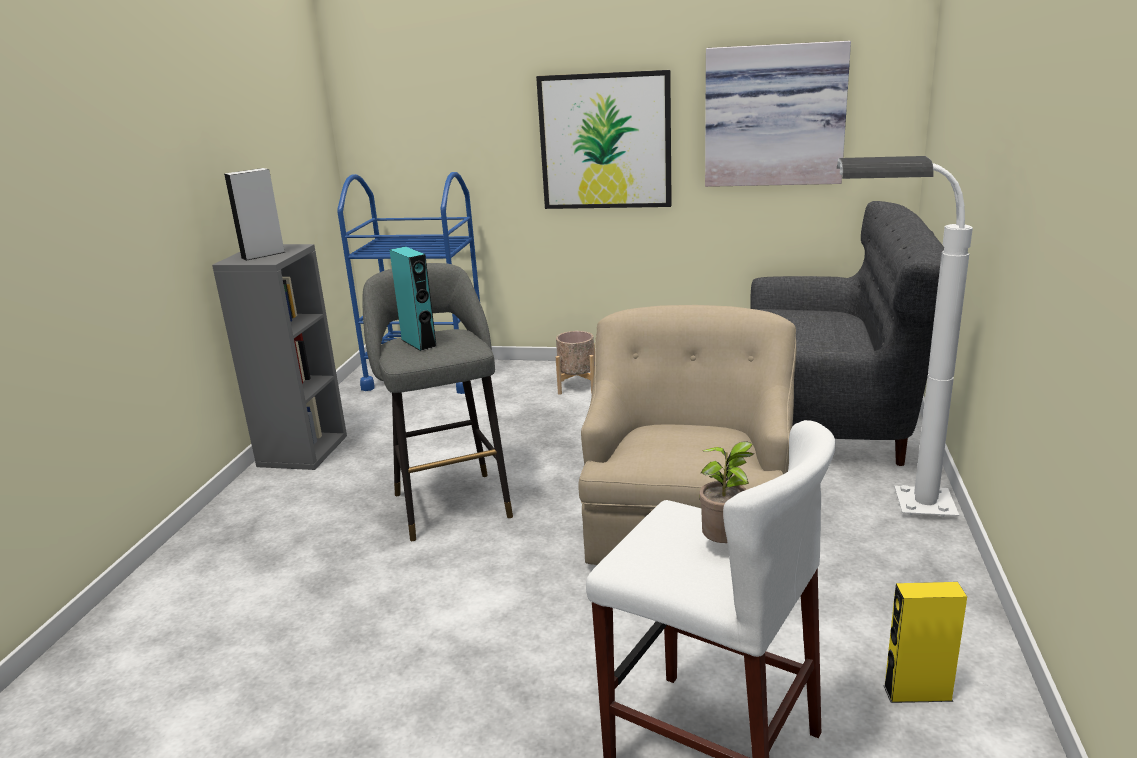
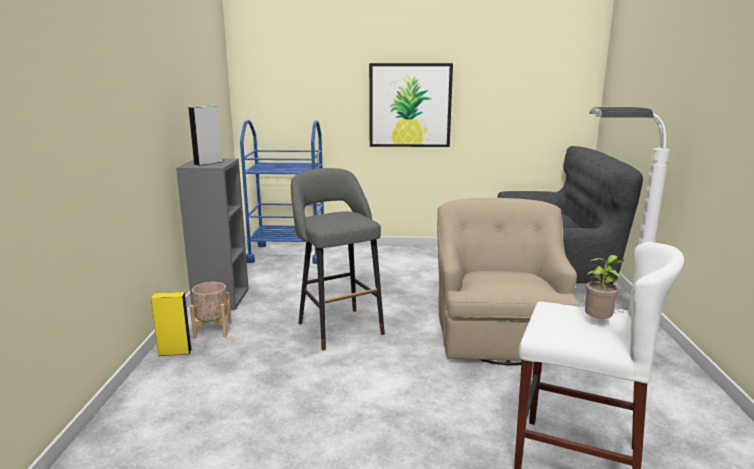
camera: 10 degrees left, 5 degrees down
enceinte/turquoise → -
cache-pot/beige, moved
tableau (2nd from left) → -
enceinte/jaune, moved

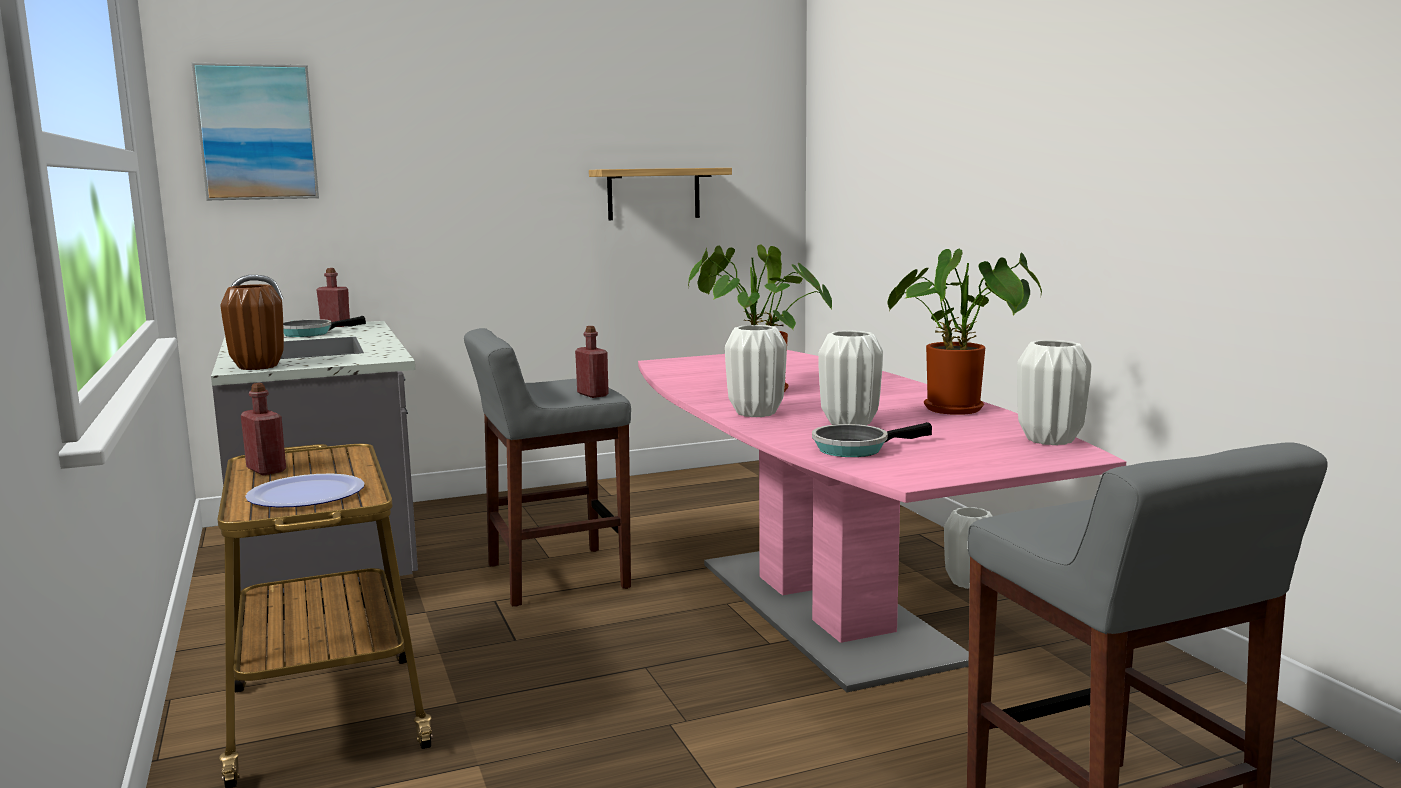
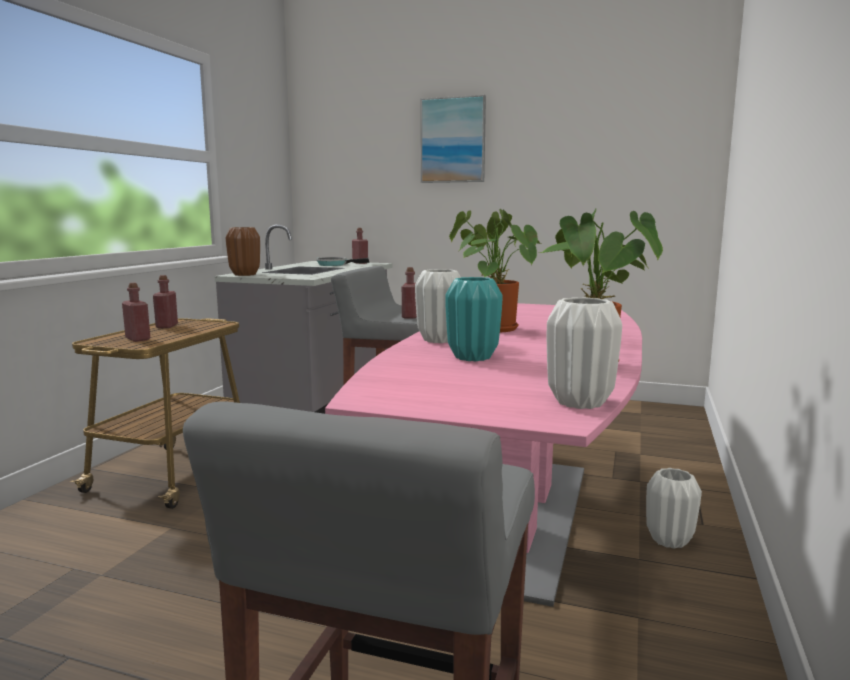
camera: 40 degrees right, 0 degrees up
tableau, moved
assiette → bouteille/rouge (1st from left)
étagère → -
poêle (2nd from left) → -
vase/blanc (2nd from left) → vase/turquoise

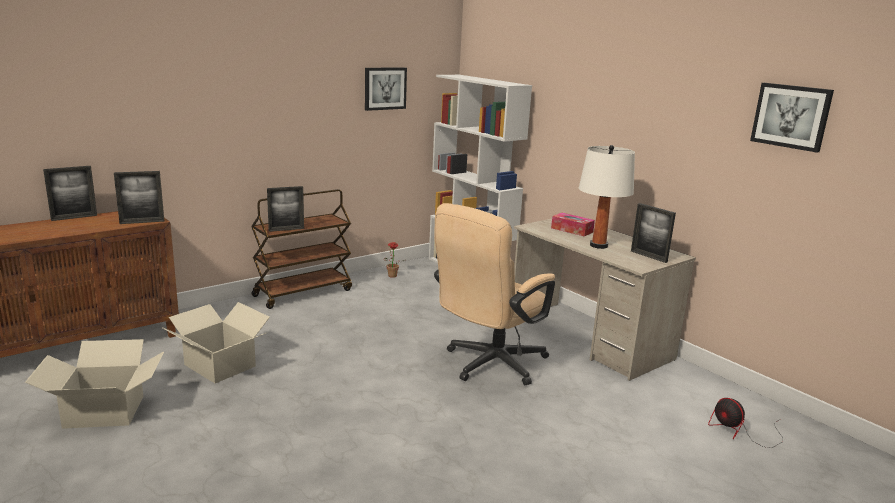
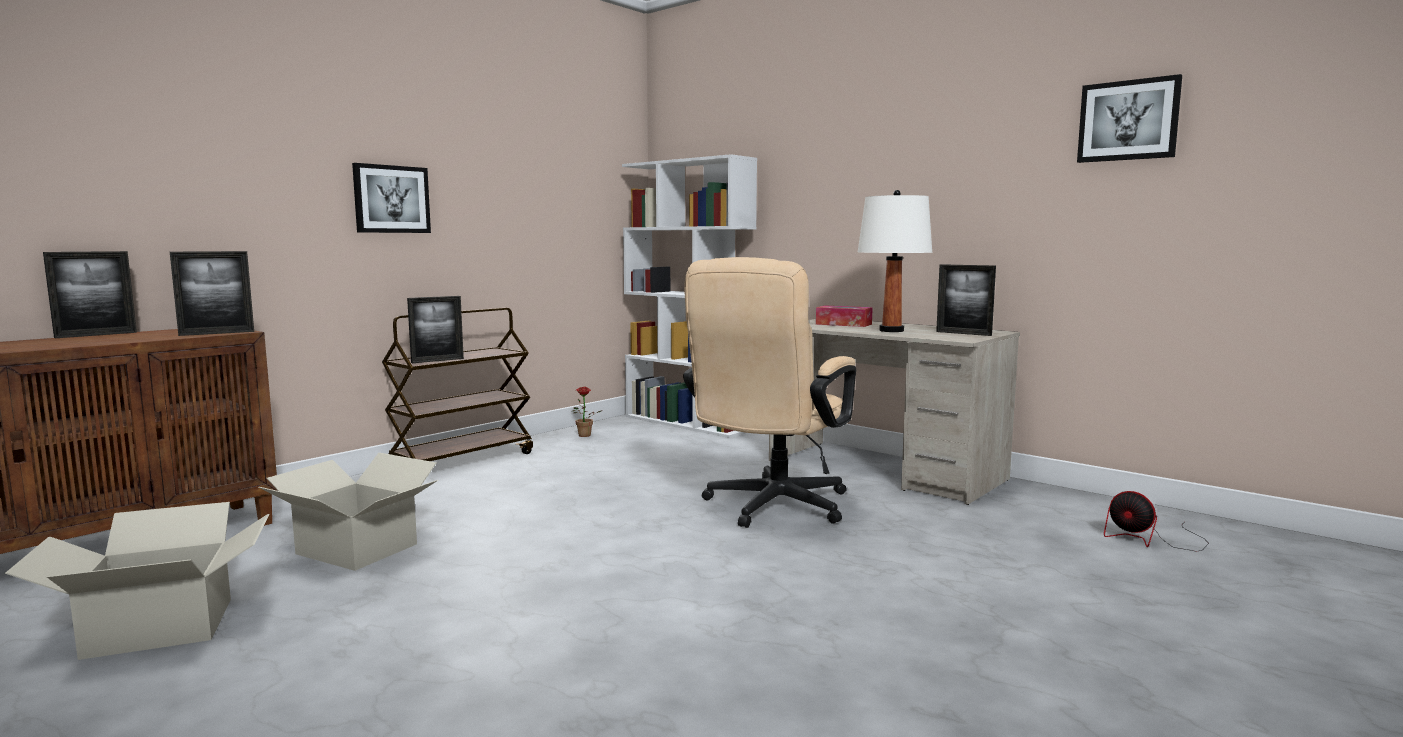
camera: 10 degrees left, 10 degrees down
tableau (1st from left), moved

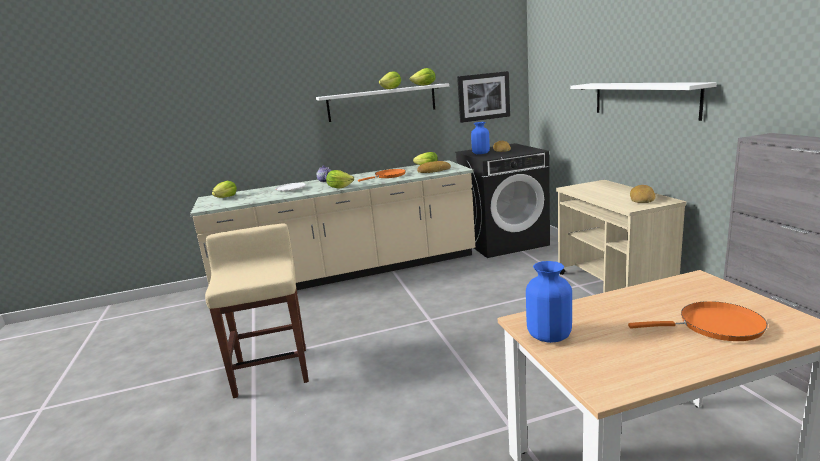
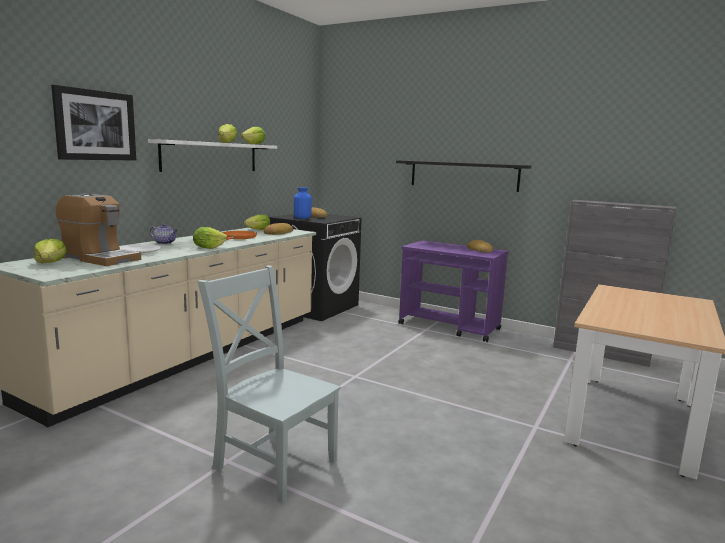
camera: 45 degrees left, 5 degrees down
tabouret/beige → chaise/gris
tableau, moved
vase/bleu (2nd from left) → -
chariot/beige → chariot/violet
étagère/blanc (2nd from left) → étagère/noir
poêle/orange (2nd from left) → -
- → machine à café

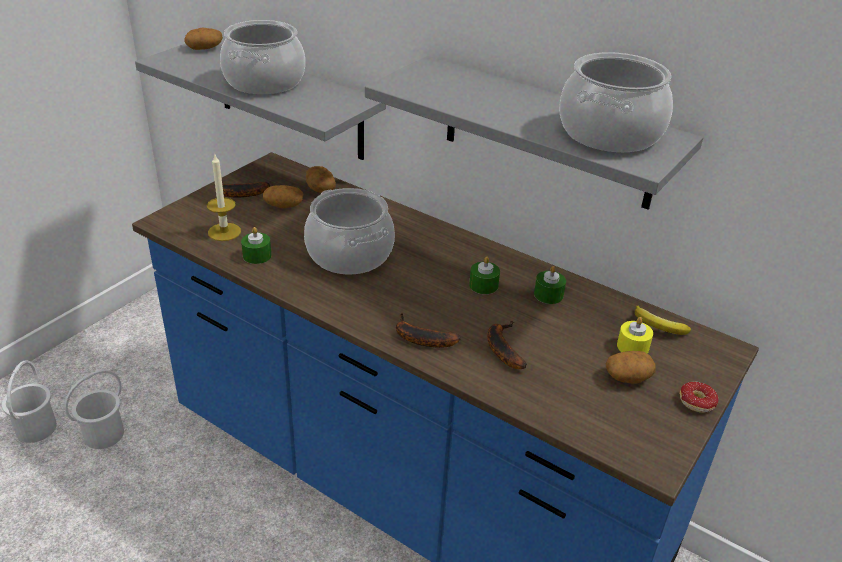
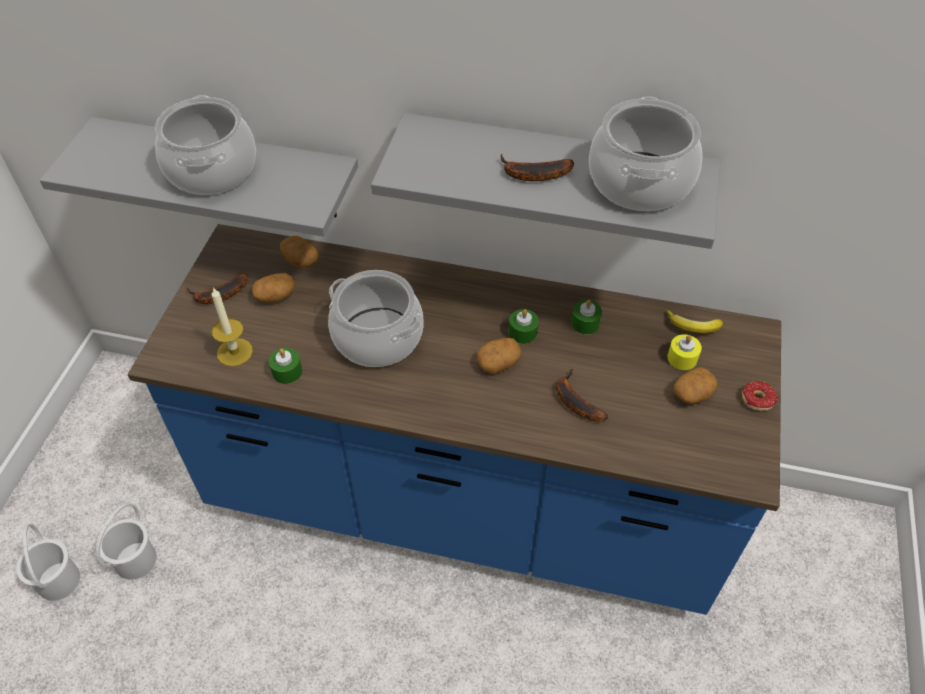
camera: 20 degrees left, 15 degrees up
pomme de terre (1st from left in the first image) → pomme de terre (3rd from left), moved
banane (2nd from left), moved

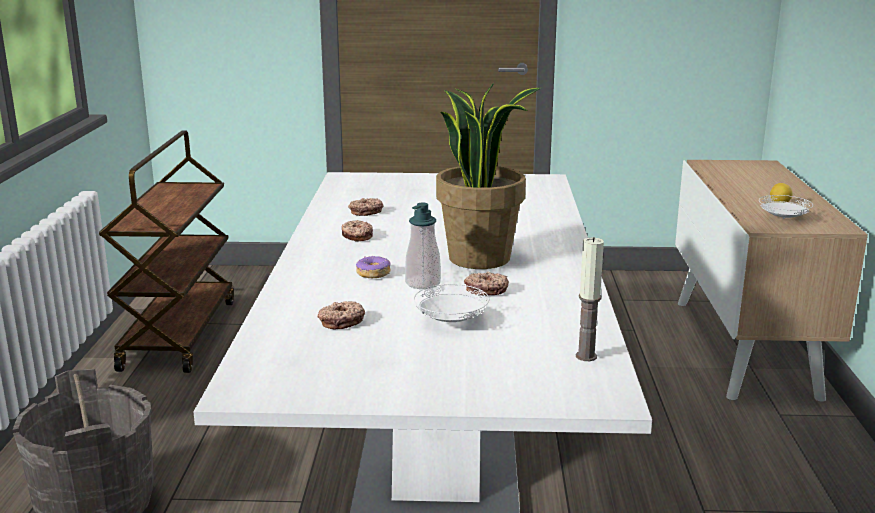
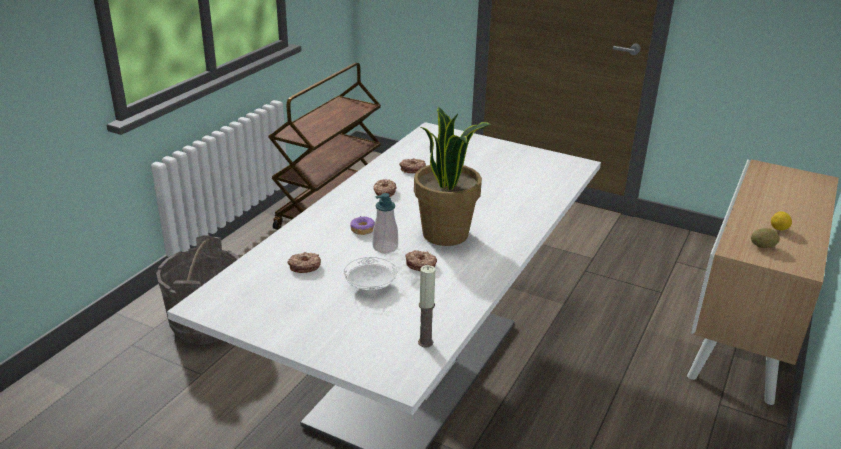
camera: 25 degrees right, 10 degrees up
assiette/blanc (2nd from left) → pomme de terre

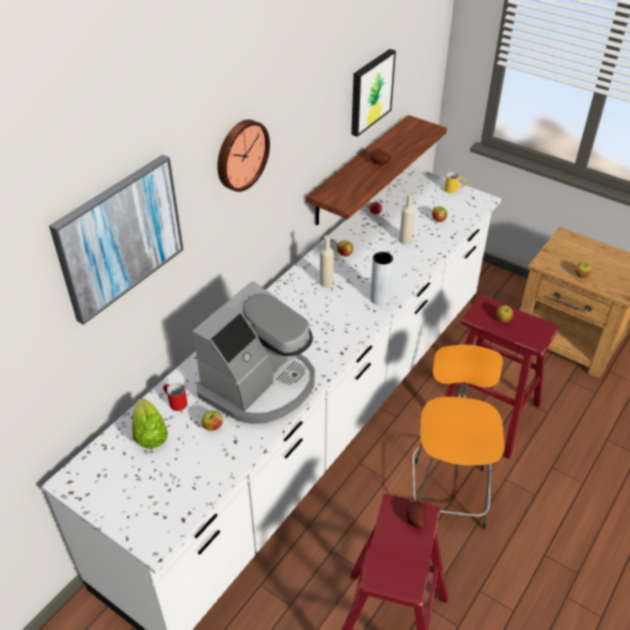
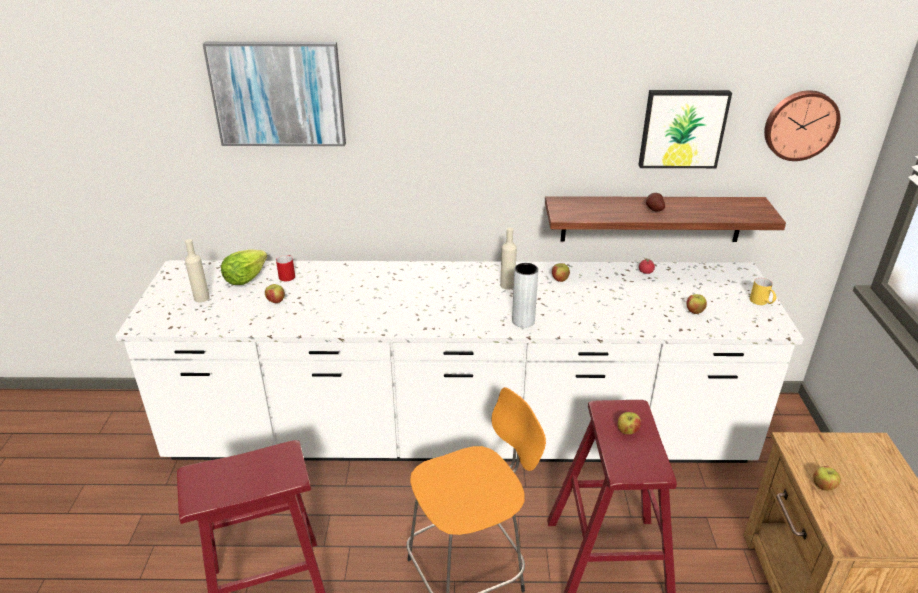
camera: 55 degrees right, 10 degrees down
machine à café → -
horloge murale, moved
bouteille/beige (2nd from left in the first image) → bouteille/beige (1st from left), moved
pomme de terre (2nd from left) → -

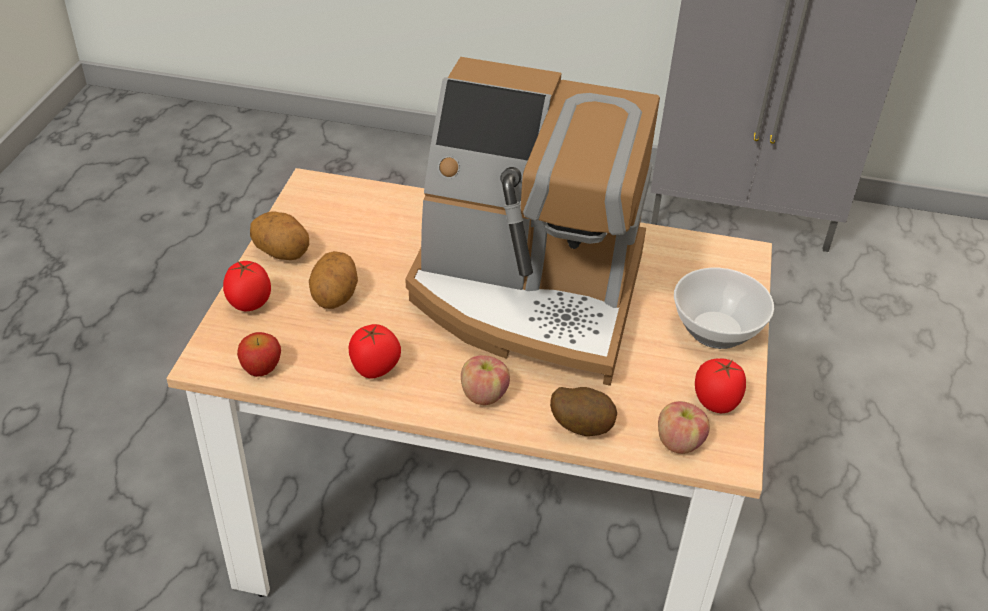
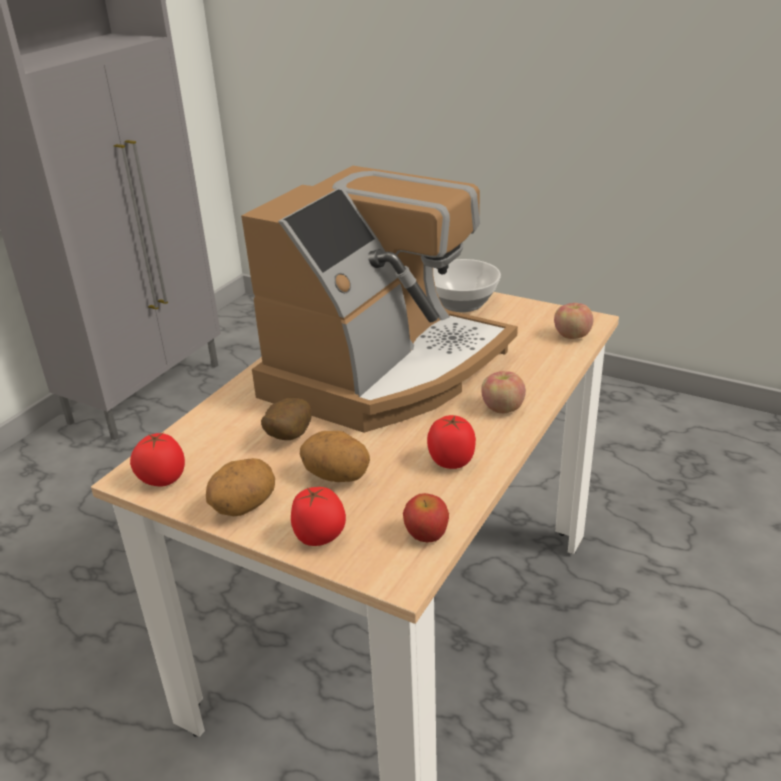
camera: 70 degrees left, 10 degrees down
pomme de terre (3rd from left in the first image) → pomme de terre (2nd from left), moved
tomate (3rd from left in the first image) → tomate (1st from left), moved

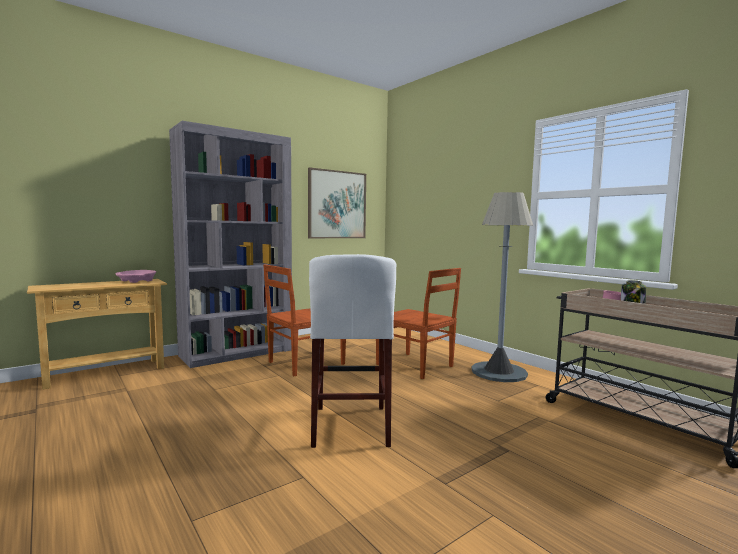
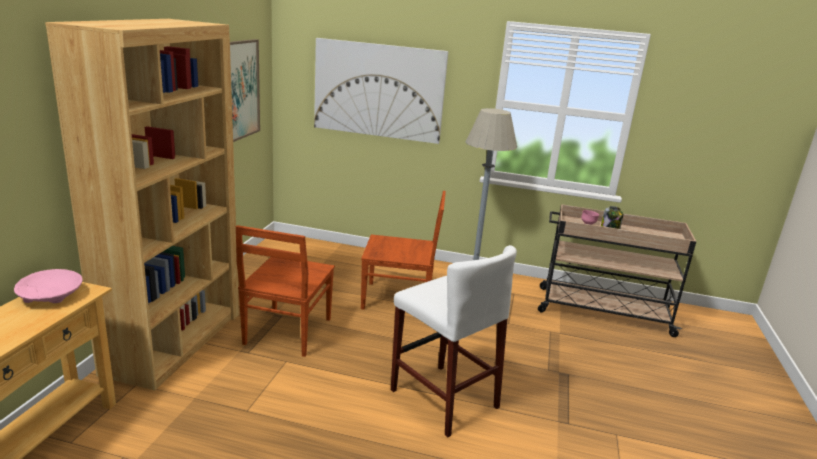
camera: 40 degrees left, 15 degrees up
bibliothèque/gris → bibliothèque/marron
- → tableau (2nd from left)

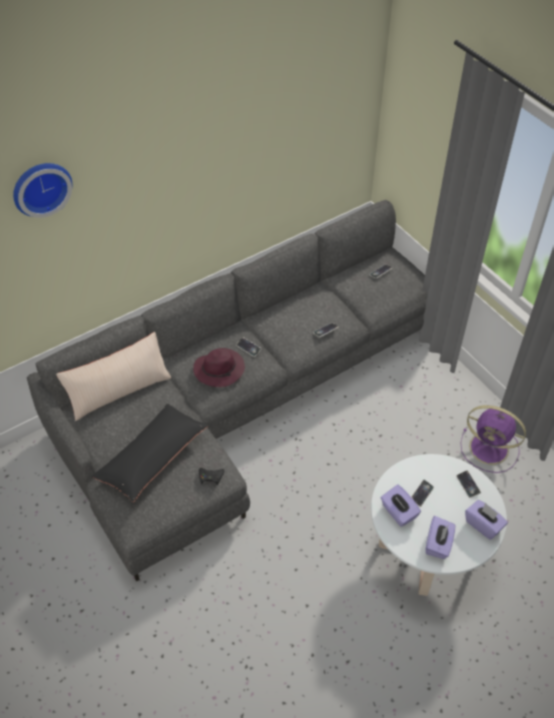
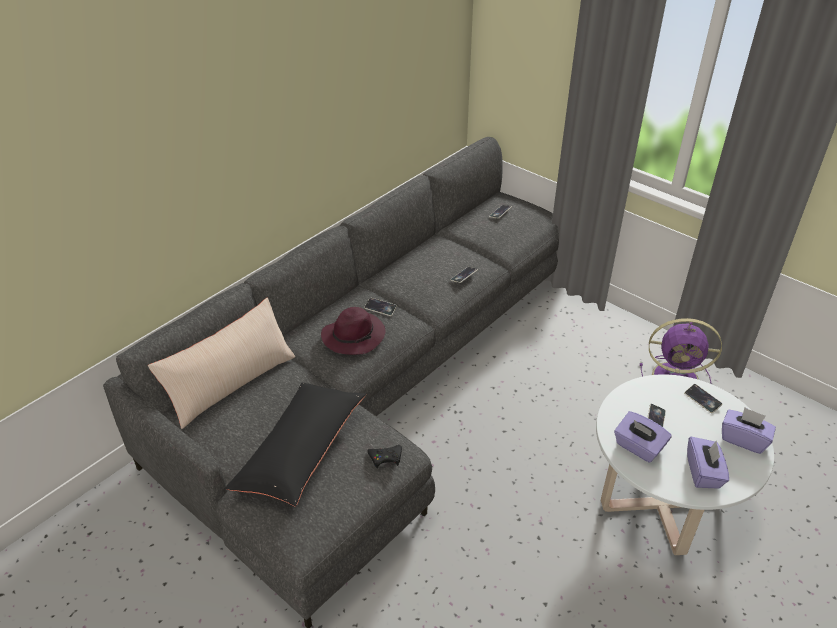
camera: 15 degrees left, 10 degrees down
horloge murale → -

